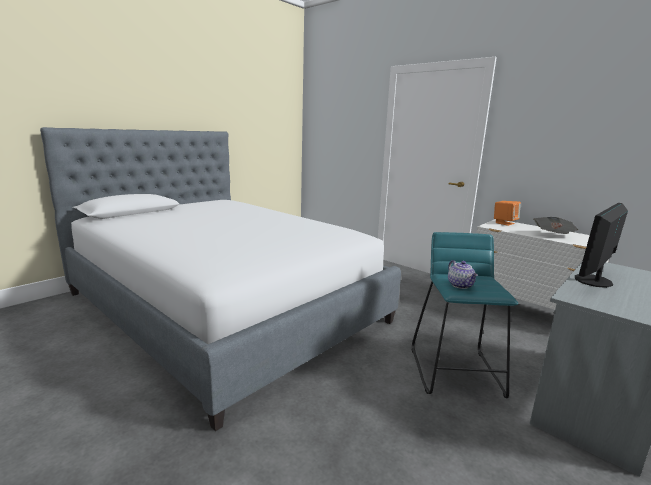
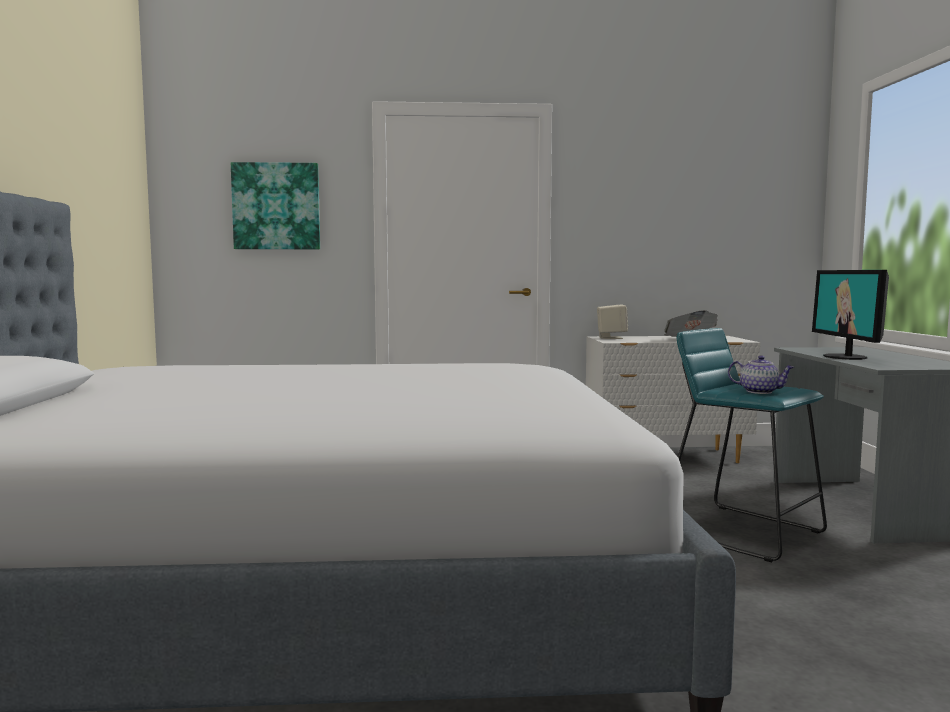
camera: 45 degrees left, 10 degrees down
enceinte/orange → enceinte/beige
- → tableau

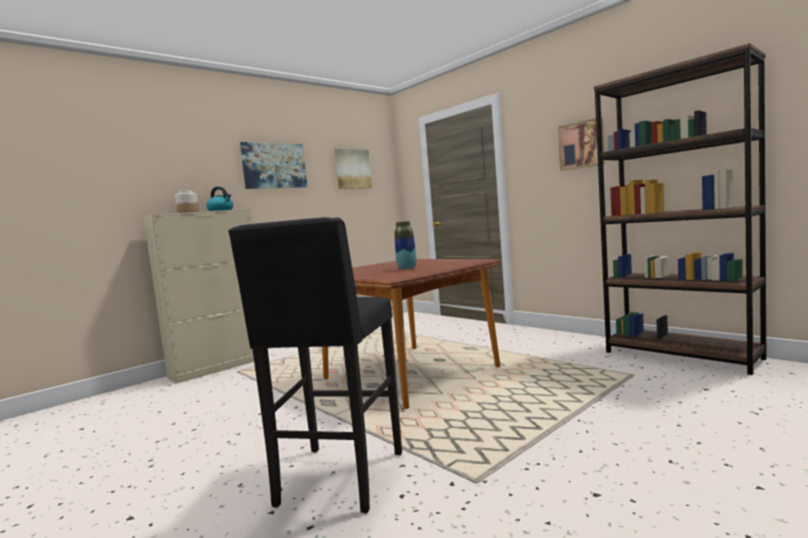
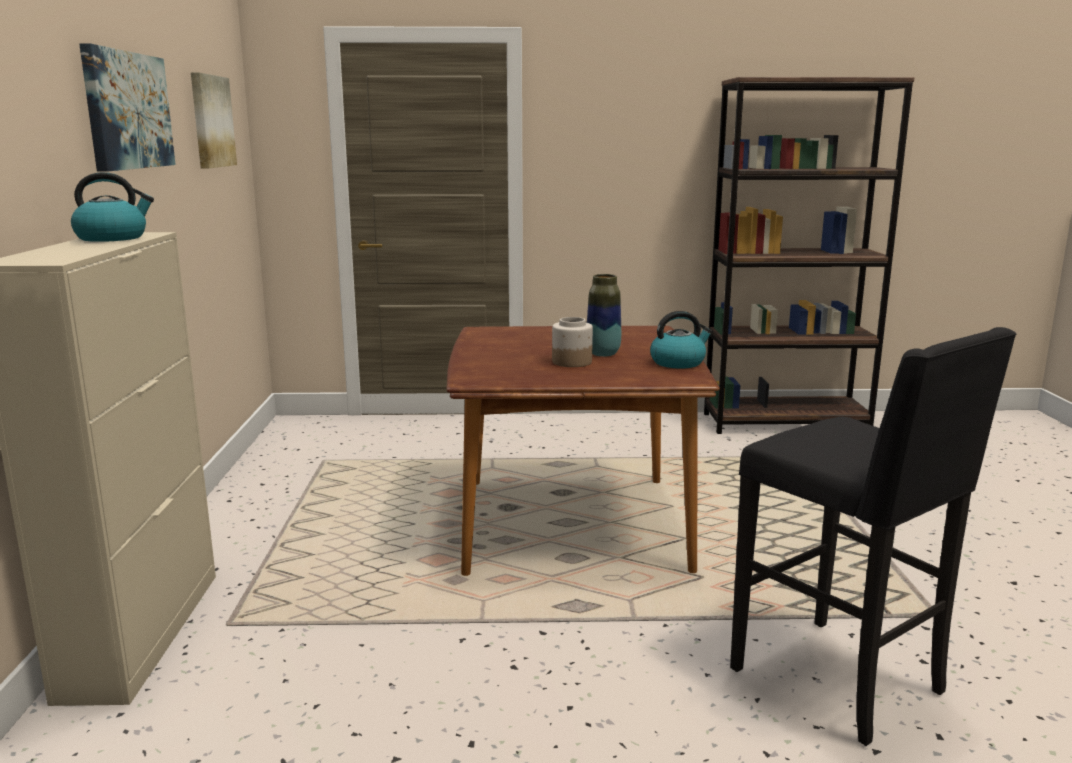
camera: 50 degrees left, 10 degrees up
bocal, moved
tableau (3rd from left) → -
- → bouilloire (2nd from left)

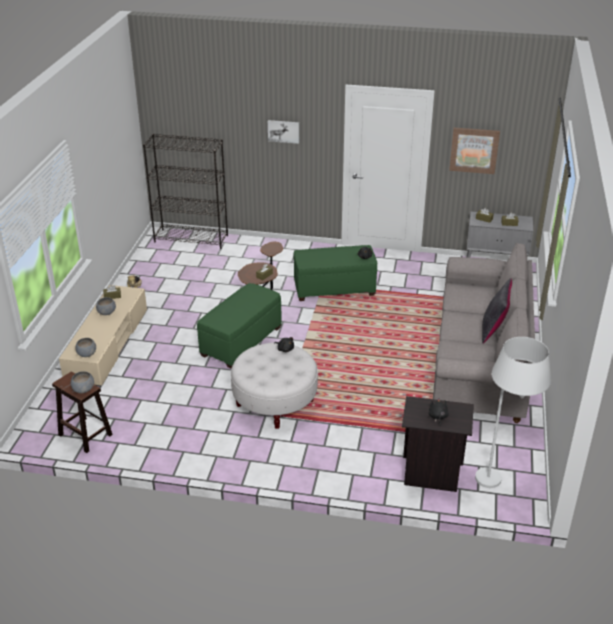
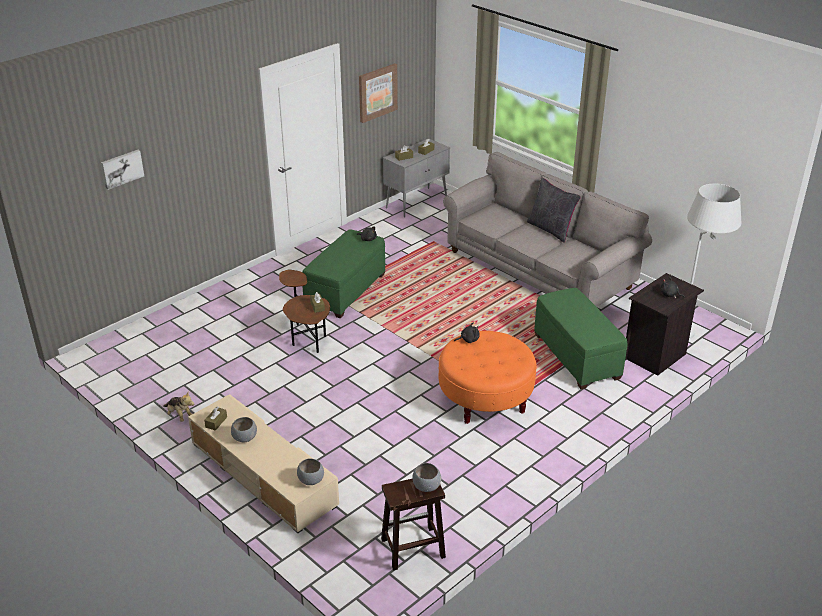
camera: 55 degrees left, 0 degrees up
bibliothèque/noir → -
pouf/vert (1st from left in the first image) → pouf/vert (2nd from left), moved
pouf/blanc → pouf/orange
tableau (1st from left), moved

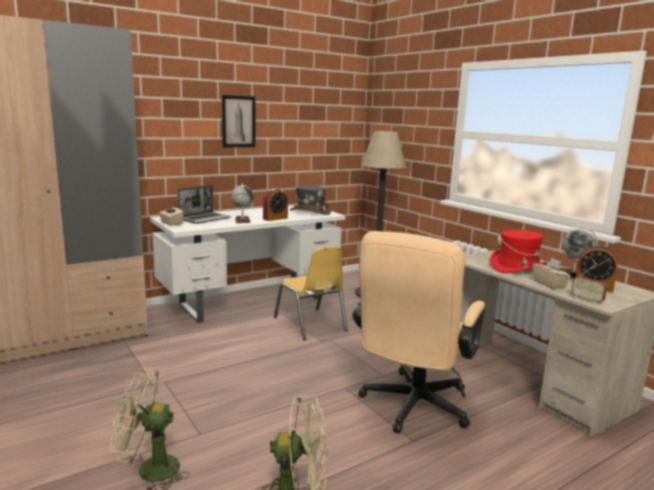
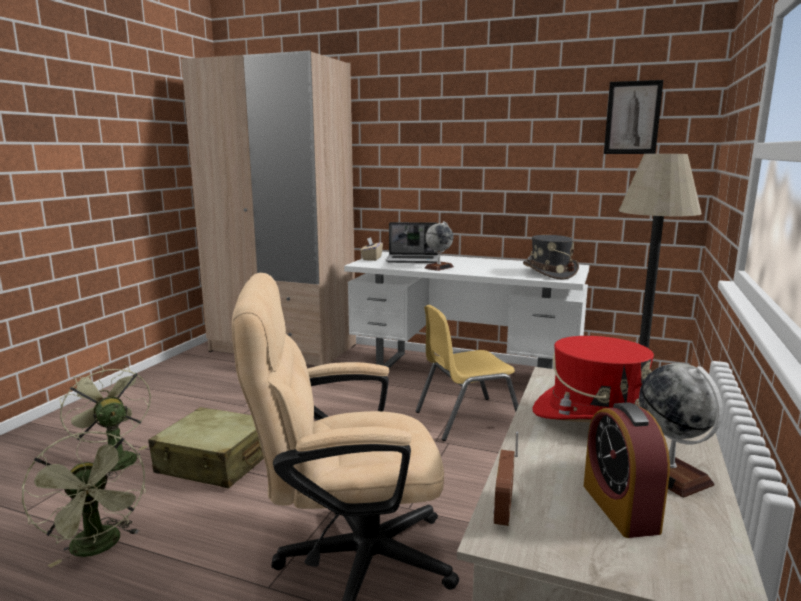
camera: 55 degrees right, 0 degrees up
tableau, moved
réveil (1st from left) → -
chaise/jaune, 45 degrees clockwise
boîte à mouchoirs/beige (2nd from left) → -
- → valise/beige

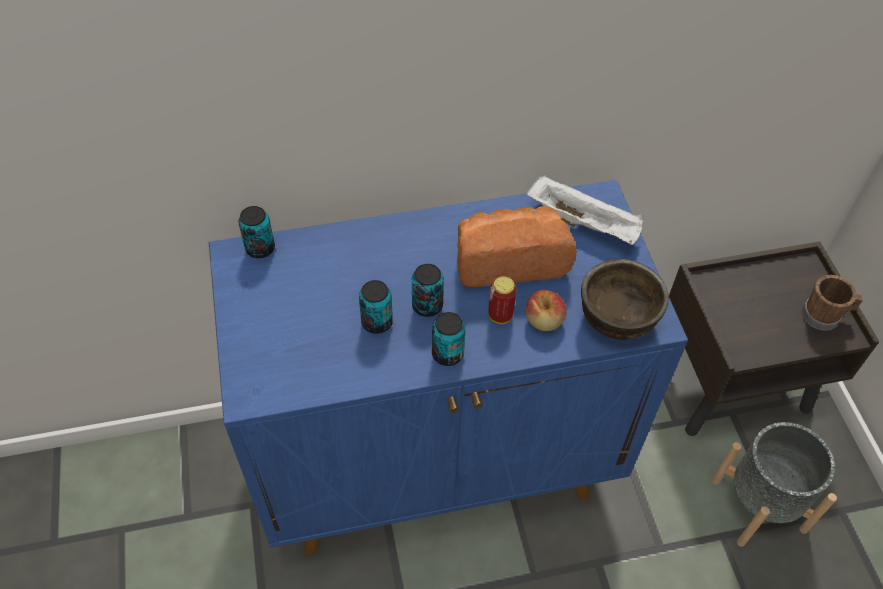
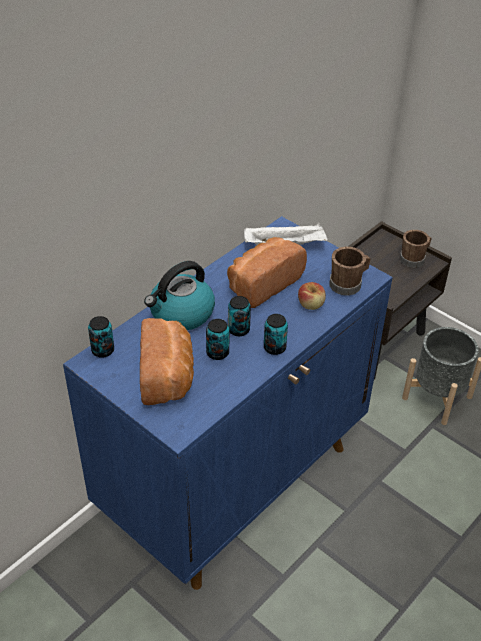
camera: 35 degrees left, 10 degrees down
boîte métallique (5th from left) → -
bol/marron → mug/marron (1st from left)
- → pain (1st from left)
- → bouilloire

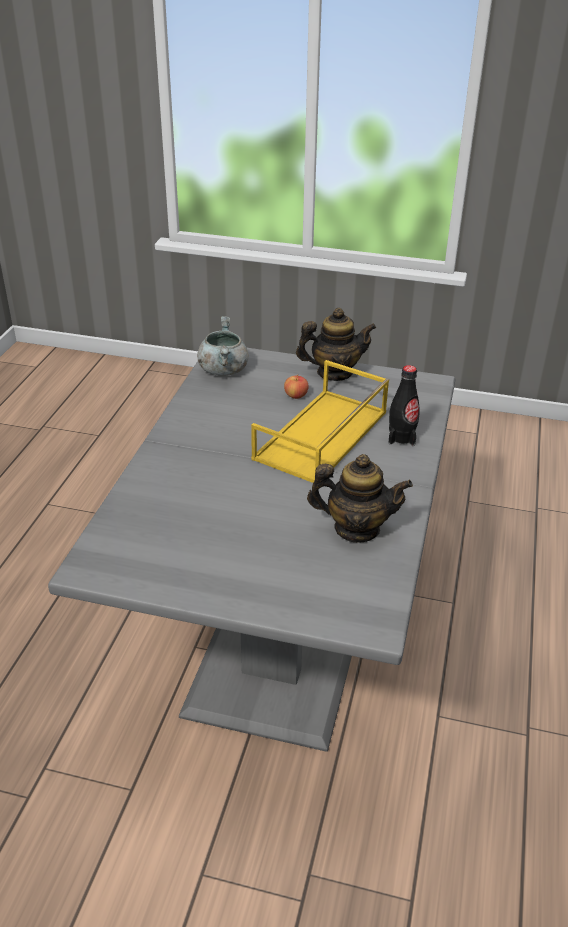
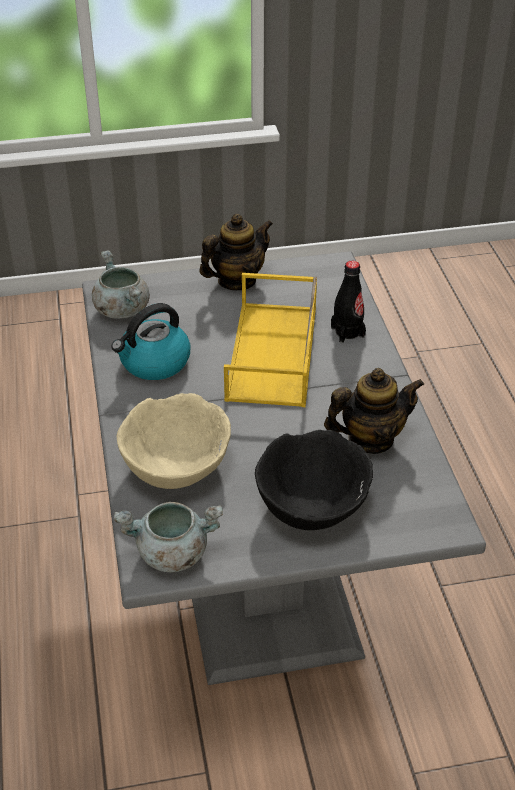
camera: 25 degrees left, 5 degrees up
pomme → -
- → bouilloire
- → marmite/gris (2nd from left)
- → bol/beige
- → bol/noir

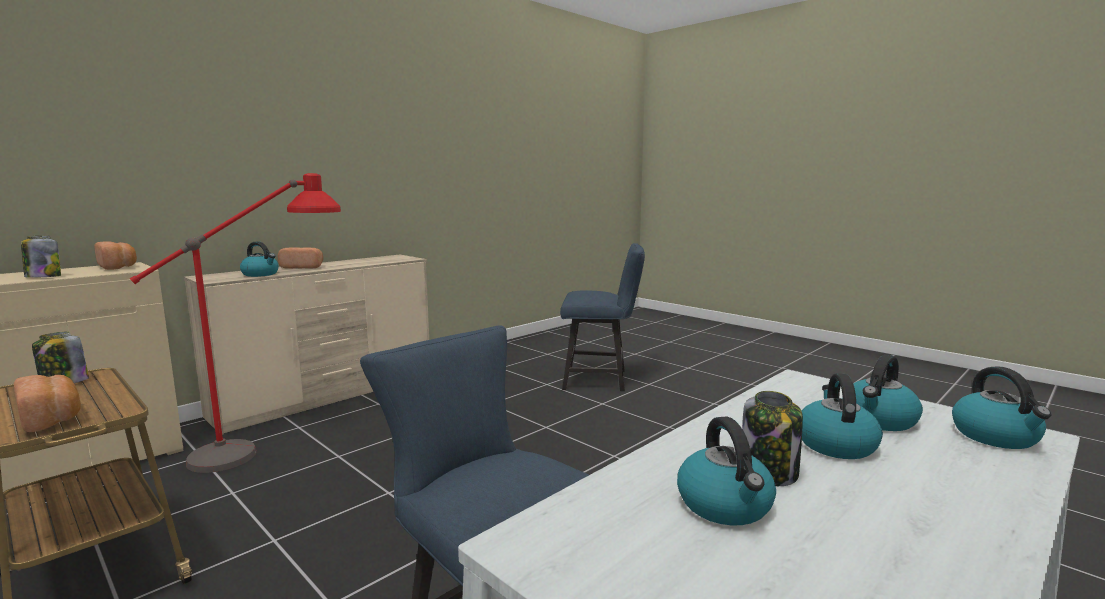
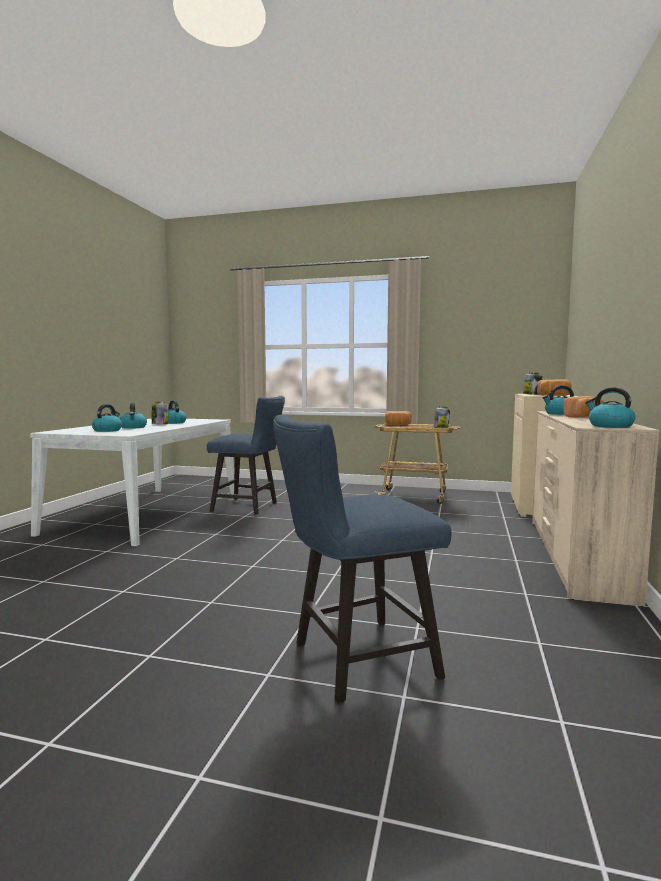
camera: 150 degrees right, 5 degrees down
lampadaire/rouge → -
bouilloire (5th from left), moved

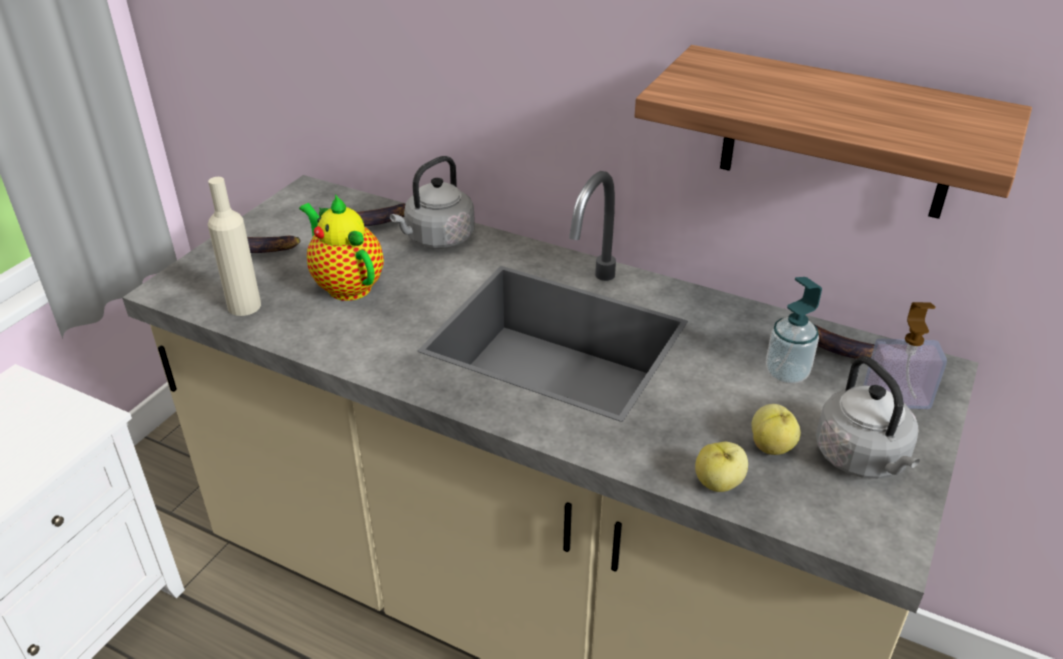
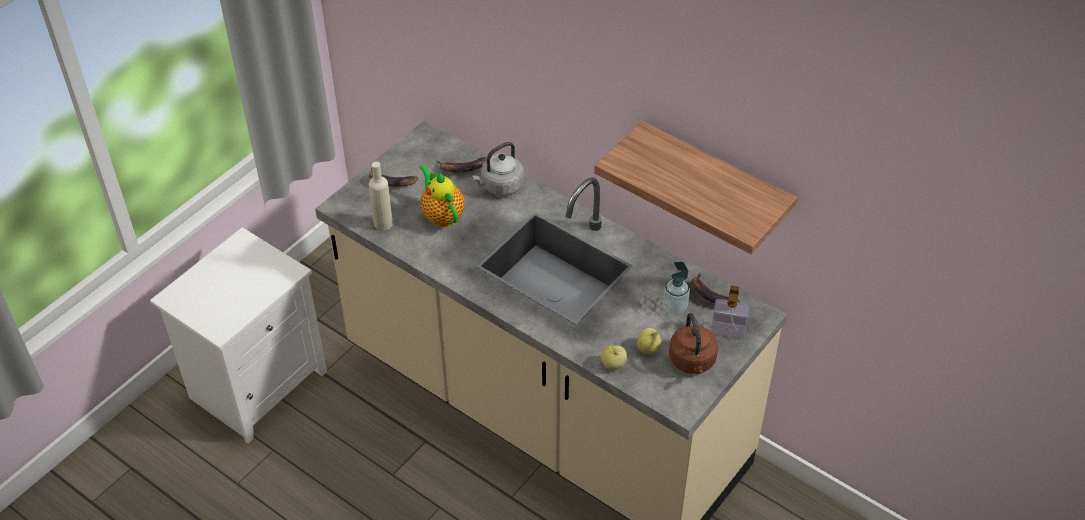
camera: 10 degrees right, 10 degrees up
bouilloire/gris (2nd from left) → bouilloire/marron

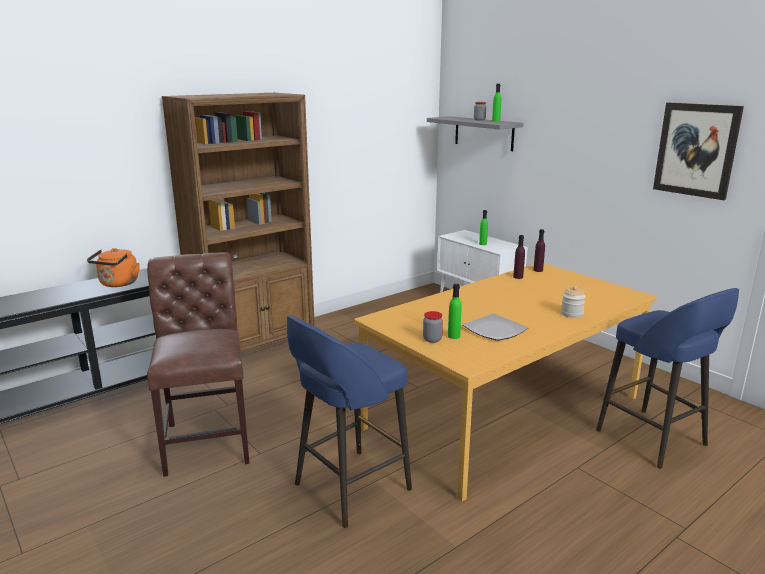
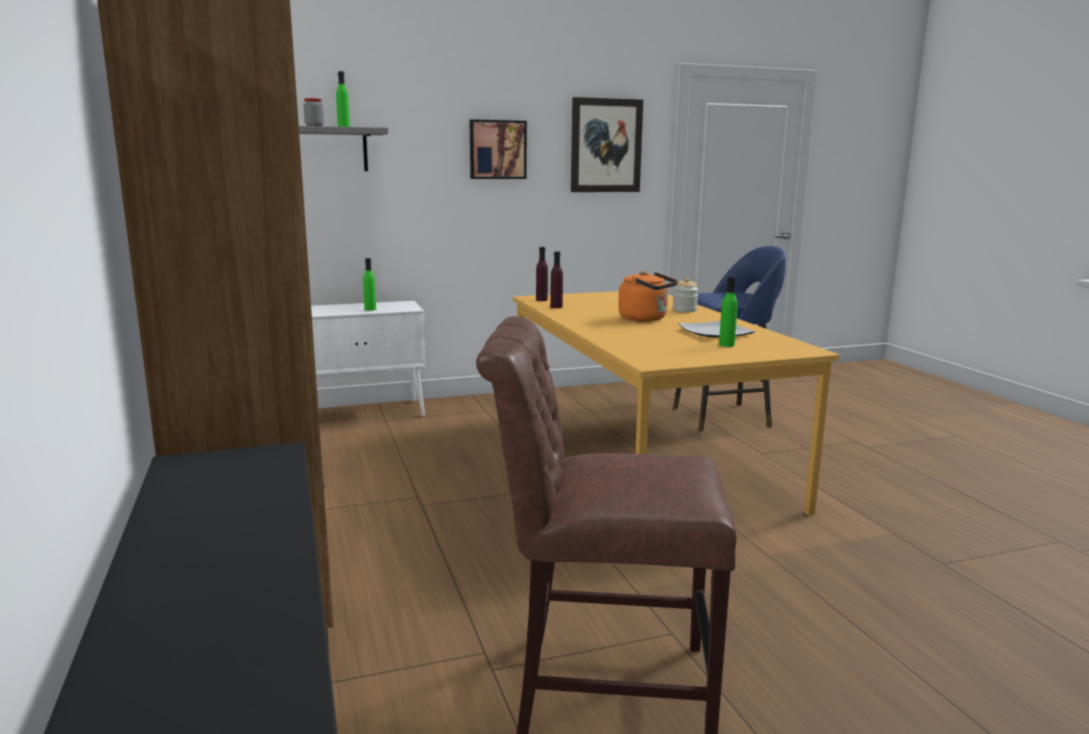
camera: 70 degrees left, 5 degrees down
bouilloire/orange, moved
tabouret/bleu (1st from left) → -
bocal (1st from left) → -
- → tableau (1st from left)

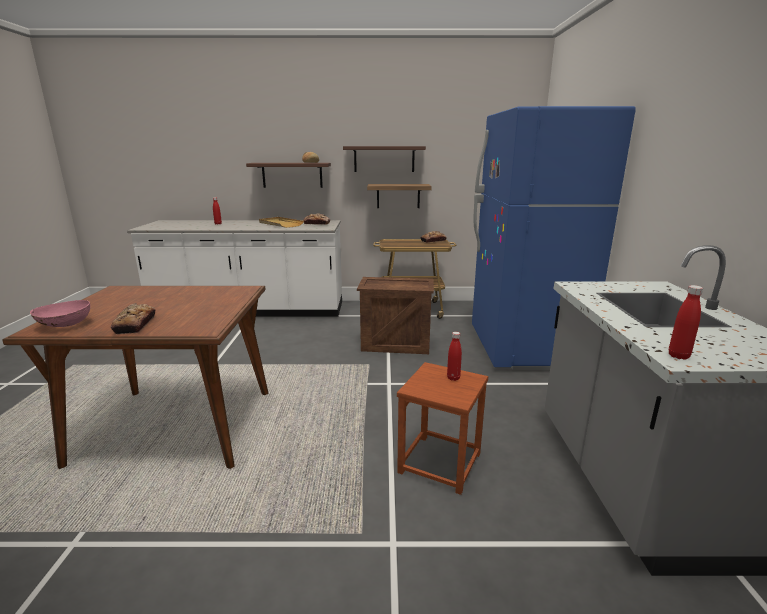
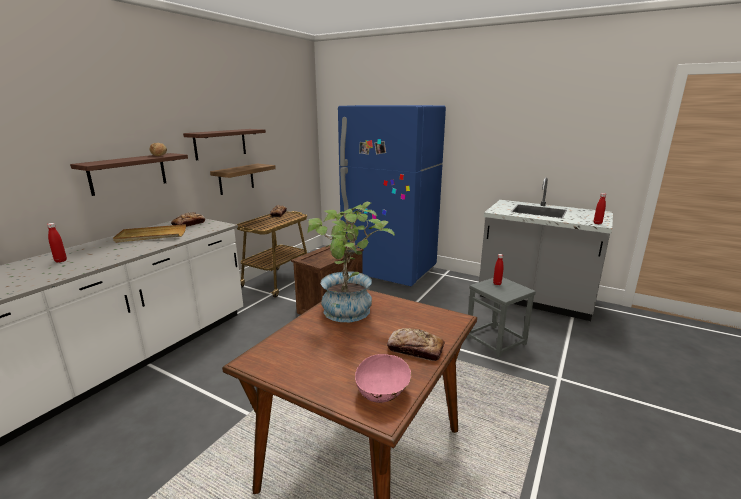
camera: 60 degrees left, 0 degrees up
tabouret/marron → tabouret/gris
- → plante en pot

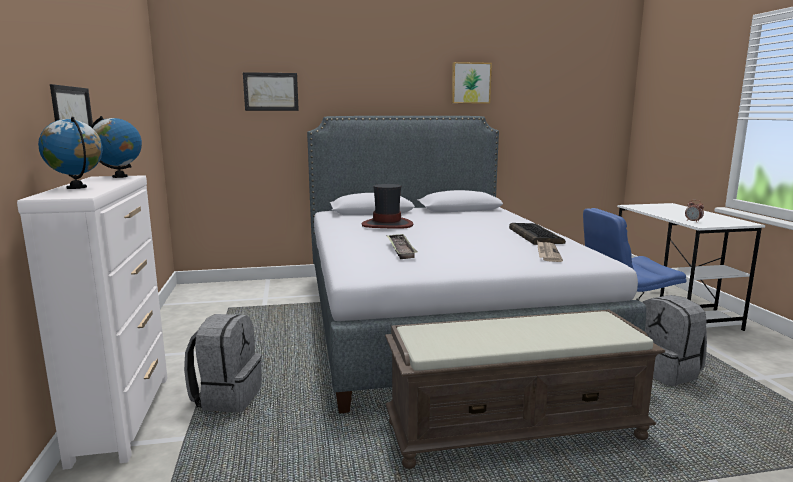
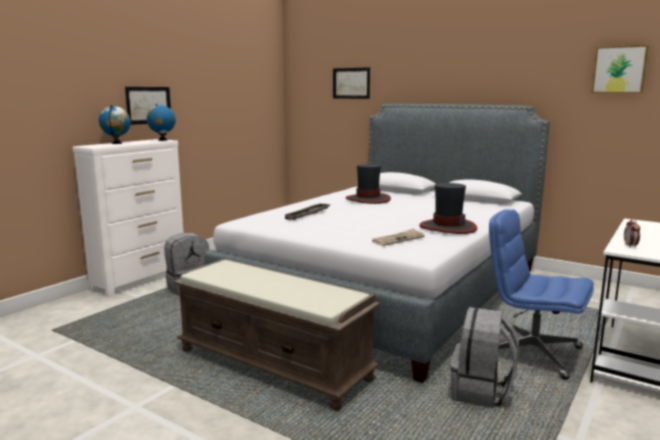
camera: 45 degrees right, 0 degrees up
tableau (3rd from left), moved
clavier → chapeau (2nd from left)

